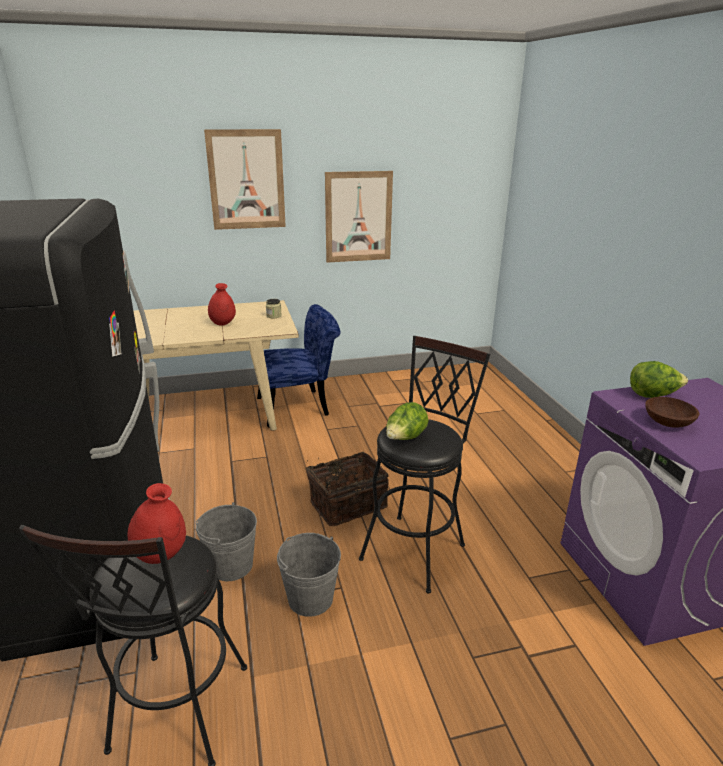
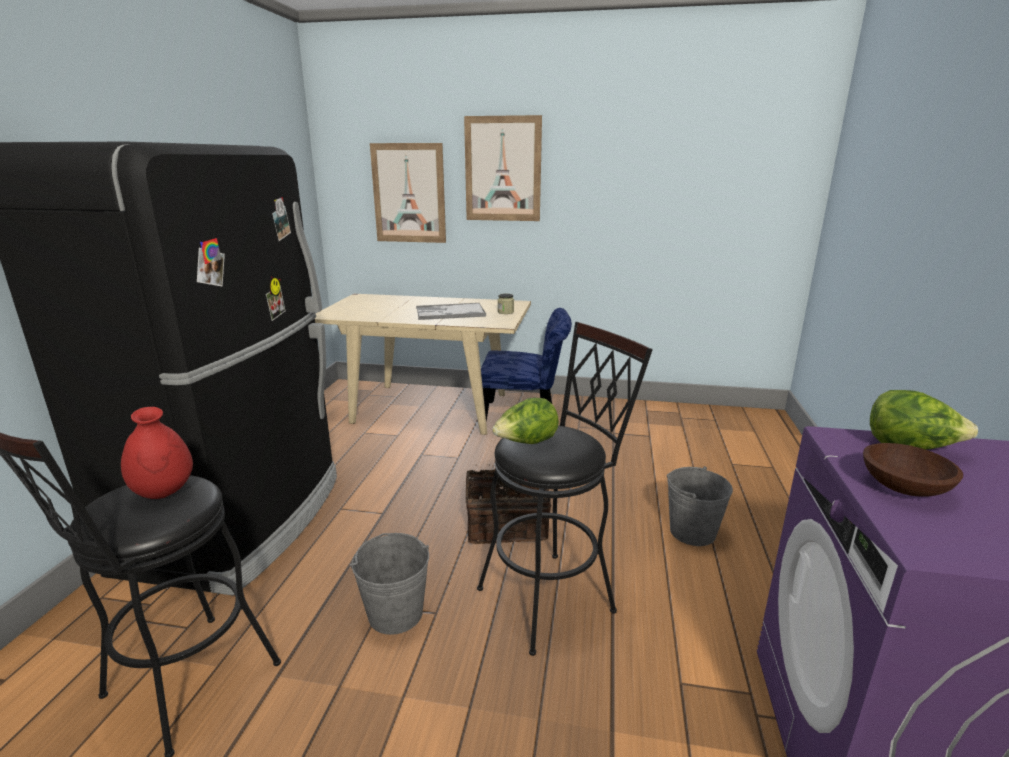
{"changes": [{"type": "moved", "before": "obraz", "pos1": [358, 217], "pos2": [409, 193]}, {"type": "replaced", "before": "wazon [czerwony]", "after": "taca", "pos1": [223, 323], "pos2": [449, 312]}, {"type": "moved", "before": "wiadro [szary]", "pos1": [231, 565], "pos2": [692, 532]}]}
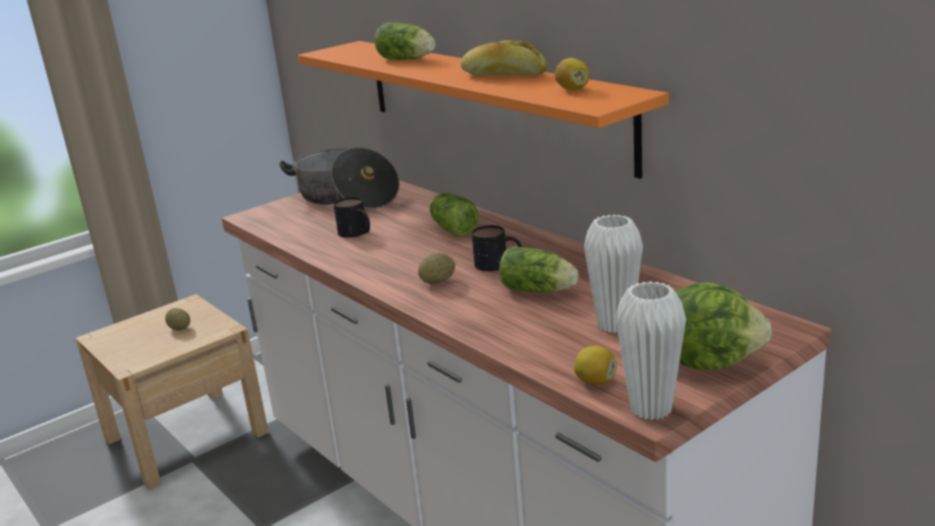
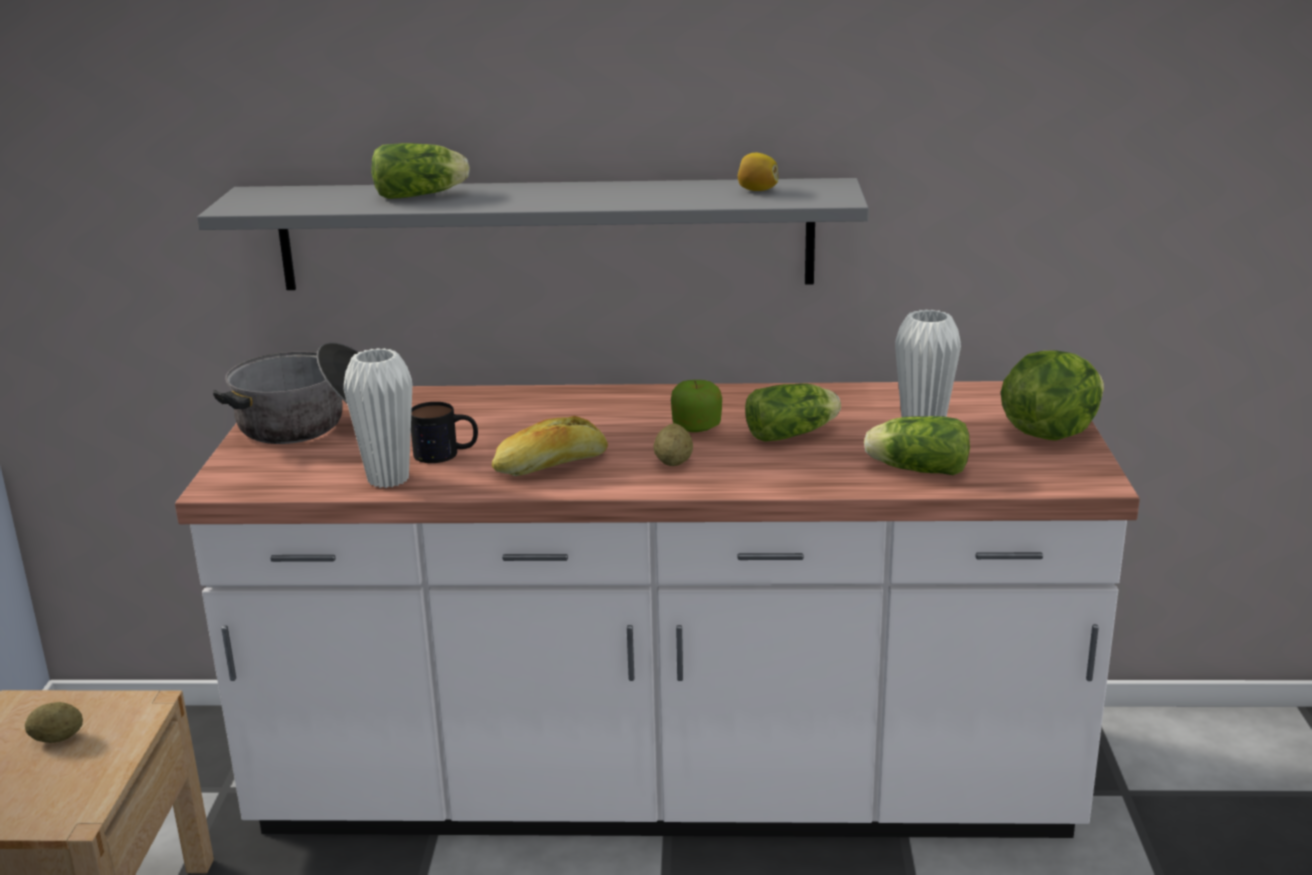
{"changes": [{"type": "recoloured", "before": "półka [pomarańczowy]", "after": "półka [szary]", "pos1": [489, 101], "pos2": [545, 234]}, {"type": "moved", "before": "wazon [biały]", "pos1": [651, 409], "pos2": [388, 479]}, {"type": "moved", "before": "chleb", "pos1": [503, 75], "pos2": [551, 465]}, {"type": "replaced", "before": "kubek", "after": "jabłko", "pos1": [498, 265], "pos2": [696, 427]}, {"type": "moved", "before": "sałata", "pos1": [452, 228], "pos2": [915, 469]}, {"type": "removed", "before": "cytryna", "pos1": [595, 381]}]}
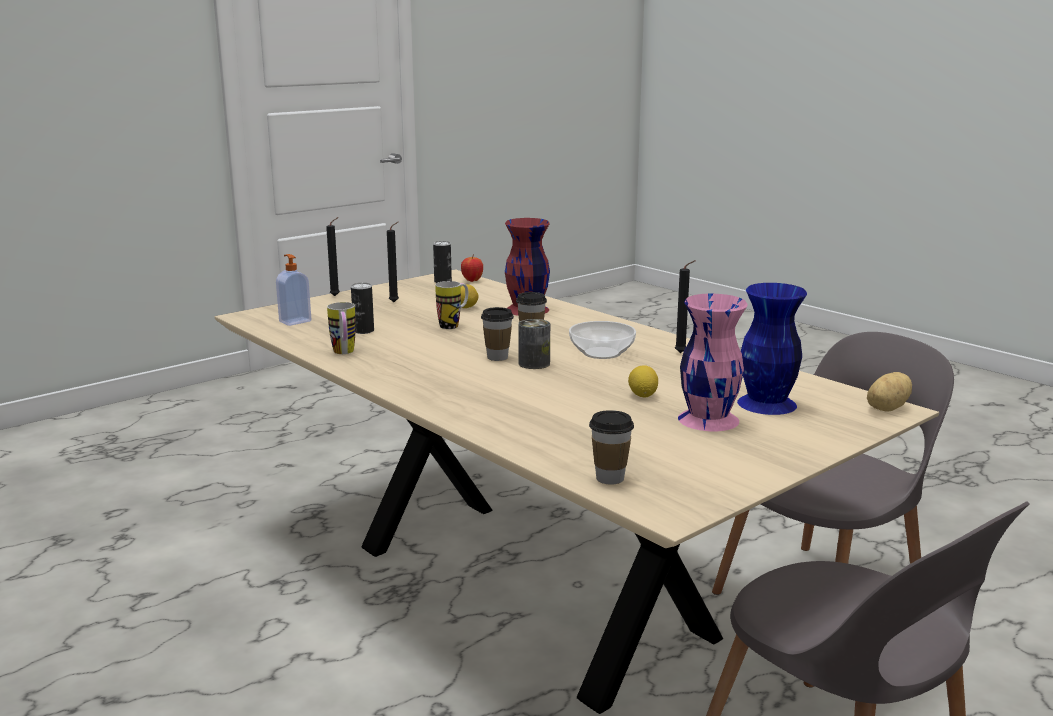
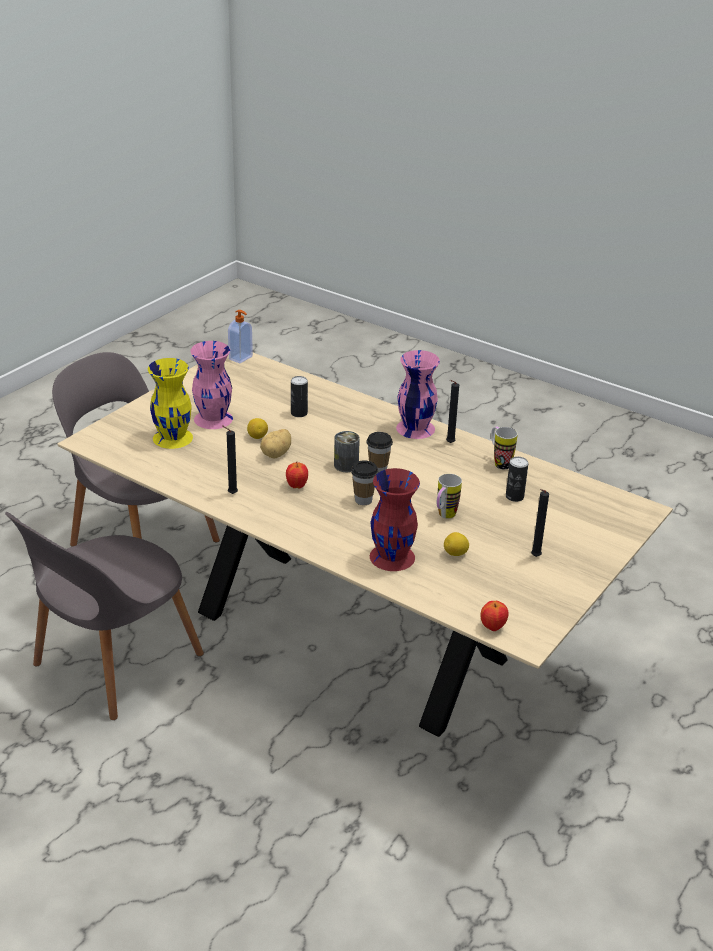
{"changes": [{"type": "recoloured", "before": "wazon [niebieski]", "after": "wazon [żółty]", "pos1": [766, 404], "pos2": [173, 437]}, {"type": "moved", "before": "dozownik mydła", "pos1": [294, 321], "pos2": [241, 358]}, {"type": "moved", "before": "ziemniak", "pos1": [885, 408], "pos2": [277, 454]}, {"type": "replaced", "before": "miska", "after": "jabłko", "pos1": [602, 353], "pos2": [297, 486]}, {"type": "moved", "before": "puszka", "pos1": [443, 282], "pos2": [299, 413]}, {"type": "added", "after": "wazon [różowy]", "pos2": [414, 428]}, {"type": "moved", "before": "świeca [czarny]", "pos1": [336, 296], "pos2": [449, 443]}, {"type": "removed", "before": "filiżanka", "pos1": [610, 478]}]}
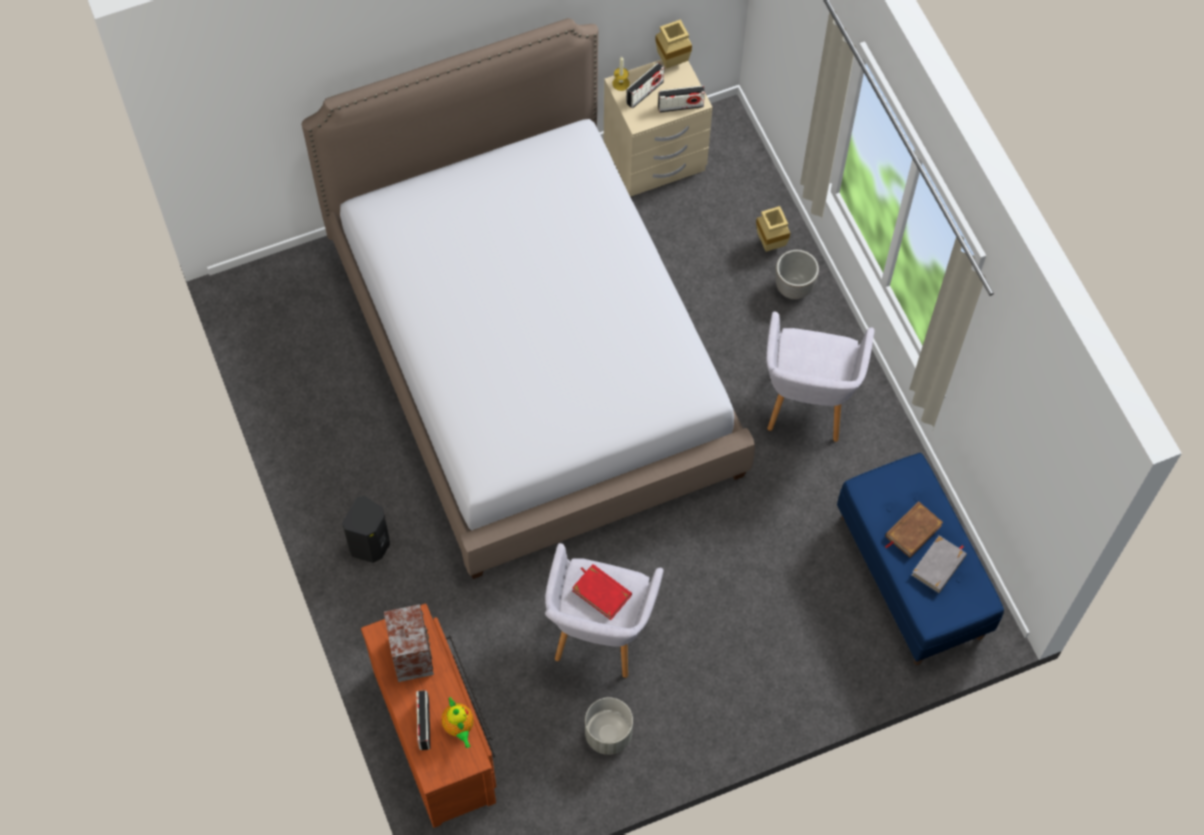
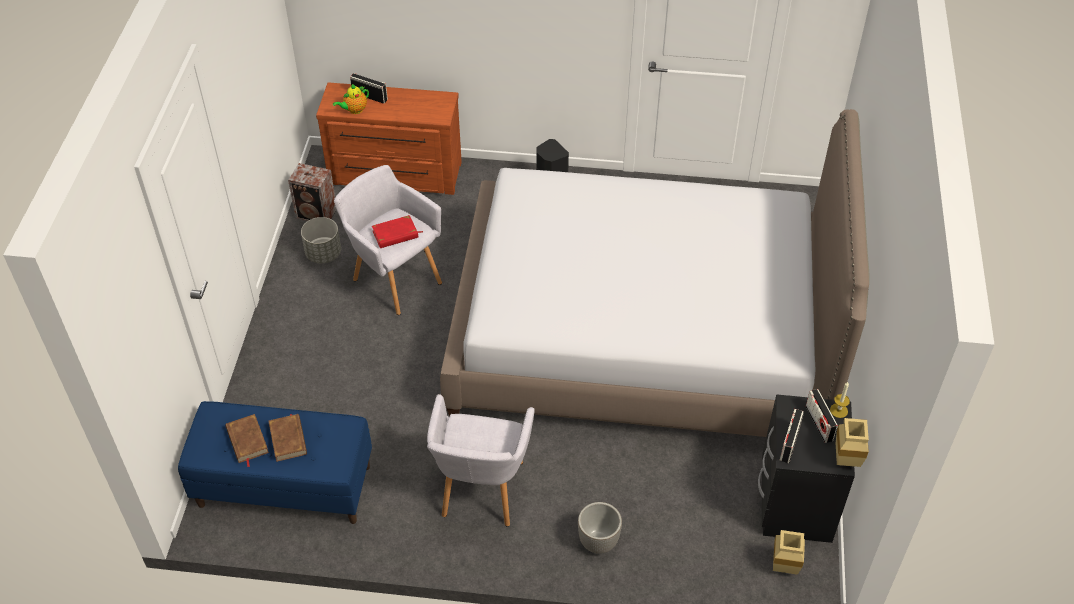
{"changes": [{"type": "recoloured", "before": "książka [szary]", "after": "książka [brązowy]", "pos1": [939, 566], "pos2": [247, 441]}, {"type": "moved", "before": "głośnik", "pos1": [412, 654], "pos2": [317, 214]}, {"type": "turned", "before": "imbryk", "pos1": [459, 727], "pos2": [354, 110], "turn": -45}, {"type": "turned", "before": "fotel [szary]", "pos1": [806, 405], "pos2": [481, 492], "turn": -120}, {"type": "recoloured", "before": "szafka nocna [beżowy]", "after": "szafka nocna [czarny]", "pos1": [655, 160], "pos2": [794, 502]}, {"type": "moved", "before": "wazon [beżowy]", "pos1": [772, 245], "pos2": [782, 568]}]}
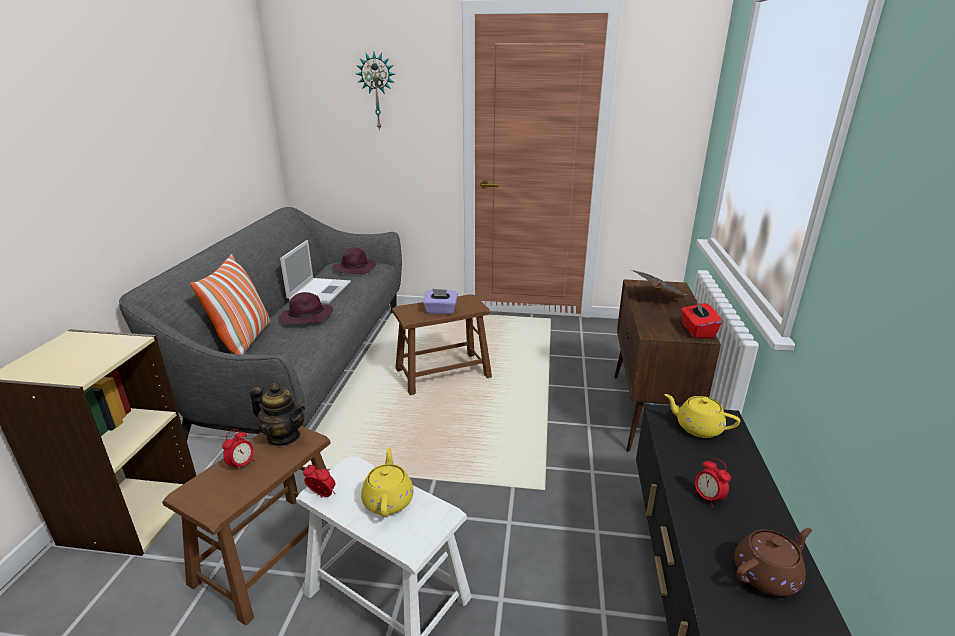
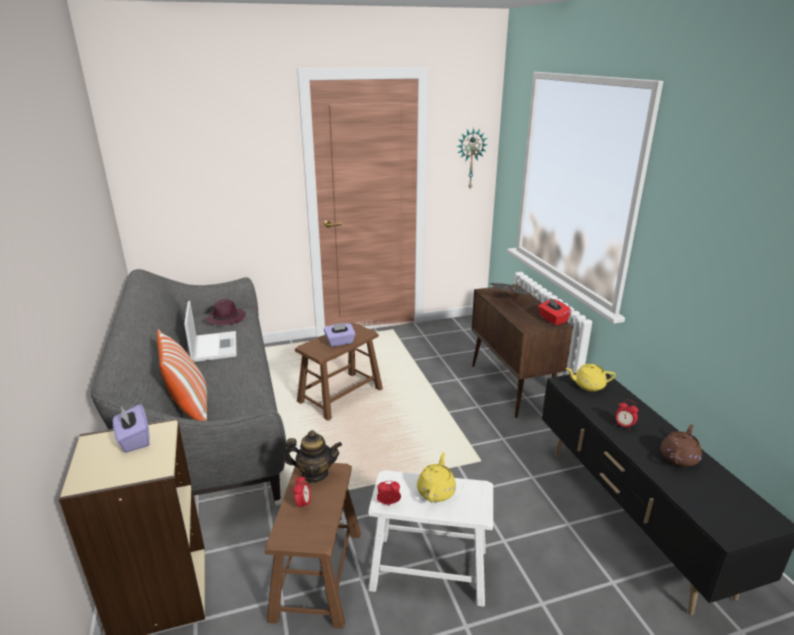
{"changes": [{"type": "added", "after": "pudełko chusteczek [fioletowy]", "pos2": [134, 439]}, {"type": "turned", "before": "imbryk [żółty]", "pos1": [388, 500], "pos2": [436, 491], "turn": 45}, {"type": "moved", "before": "zegar ścienny", "pos1": [377, 91], "pos2": [470, 159]}, {"type": "removed", "before": "kapelusz [fioletowy]", "pos1": [306, 318]}]}
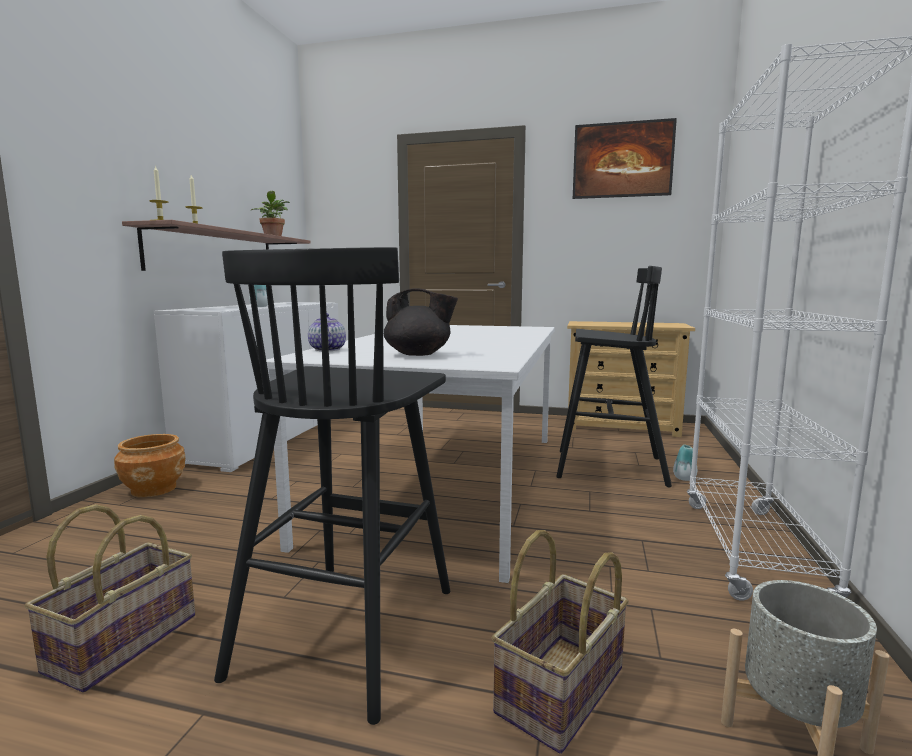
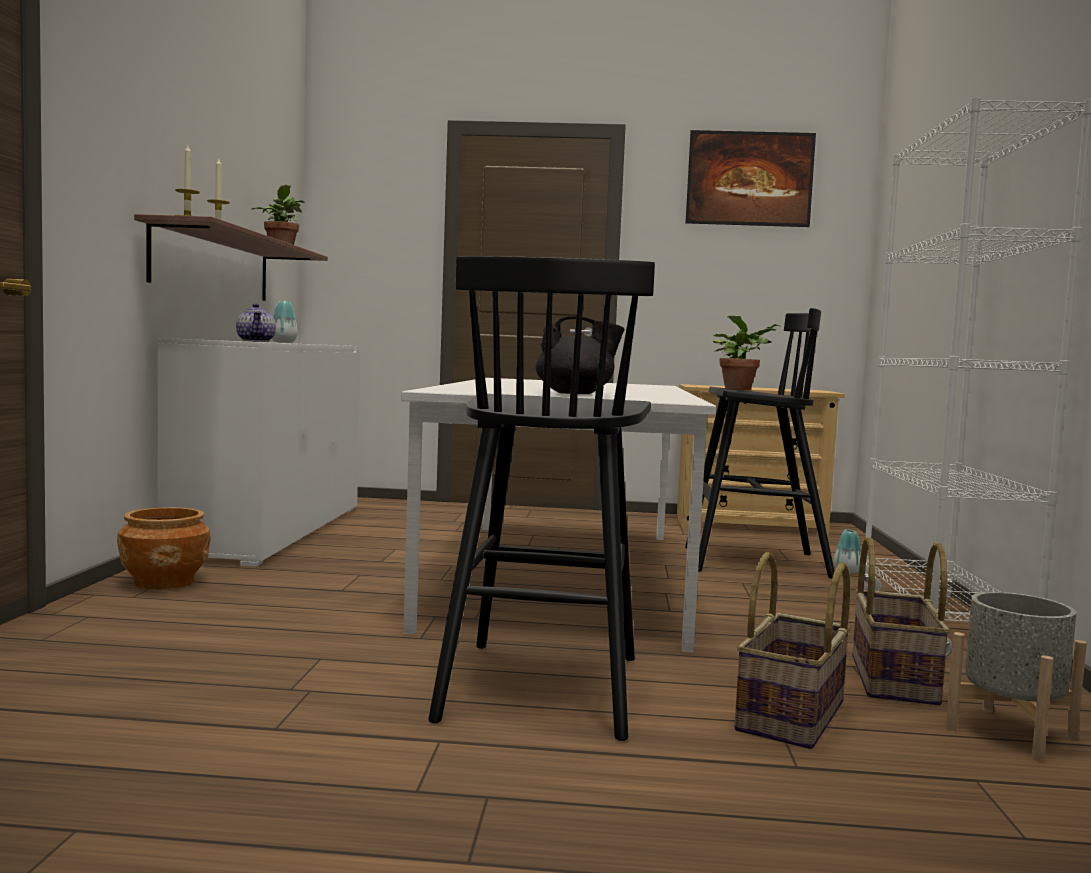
{"changes": [{"type": "moved", "before": "imbryk", "pos1": [328, 350], "pos2": [257, 341]}, {"type": "added", "after": "roślina doniczkowa", "pos2": [740, 389]}, {"type": "moved", "before": "koszyk", "pos1": [122, 641], "pos2": [891, 679]}]}
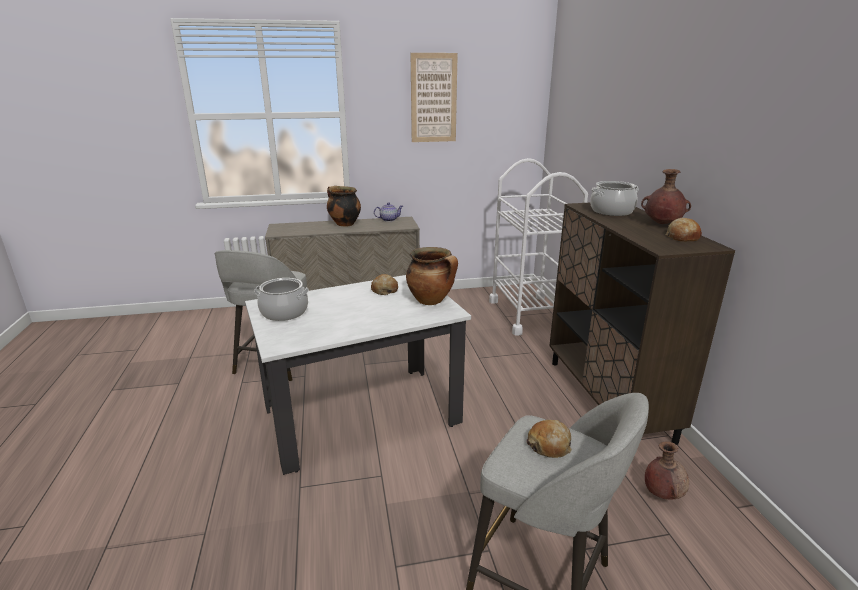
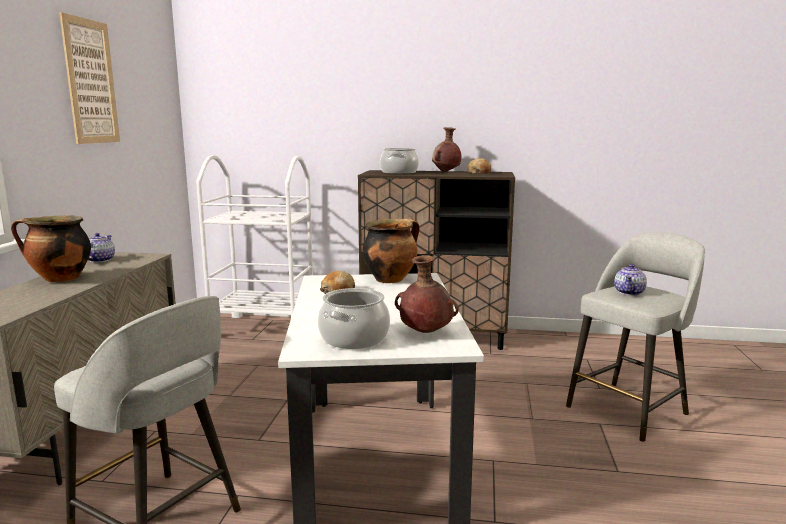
{"changes": [{"type": "moved", "before": "wazon [brązowy]", "pos1": [662, 493], "pos2": [425, 333]}, {"type": "replaced", "before": "chleb", "after": "imbryk", "pos1": [549, 445], "pos2": [629, 292]}]}
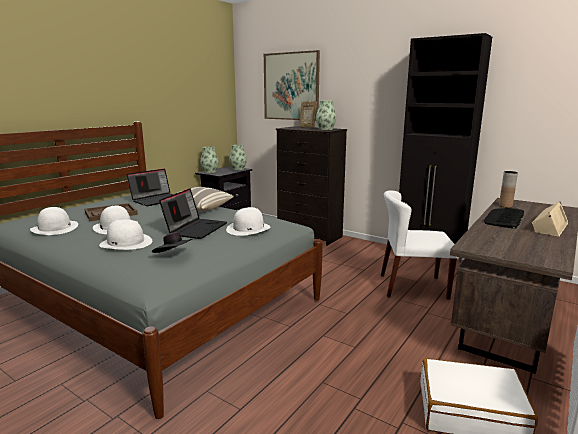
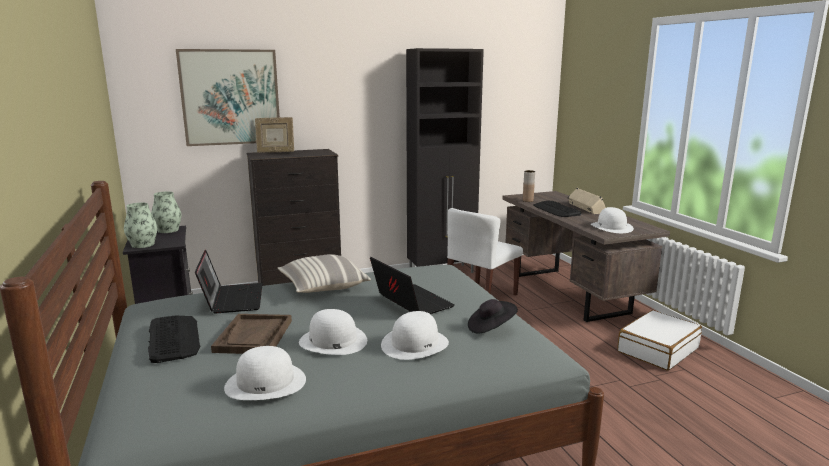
{"changes": [{"type": "added", "after": "klawiatura", "pos2": [173, 338]}, {"type": "moved", "before": "kapelusz [biały]", "pos1": [248, 228], "pos2": [612, 227]}, {"type": "removed", "before": "wazon", "pos1": [325, 129]}]}
